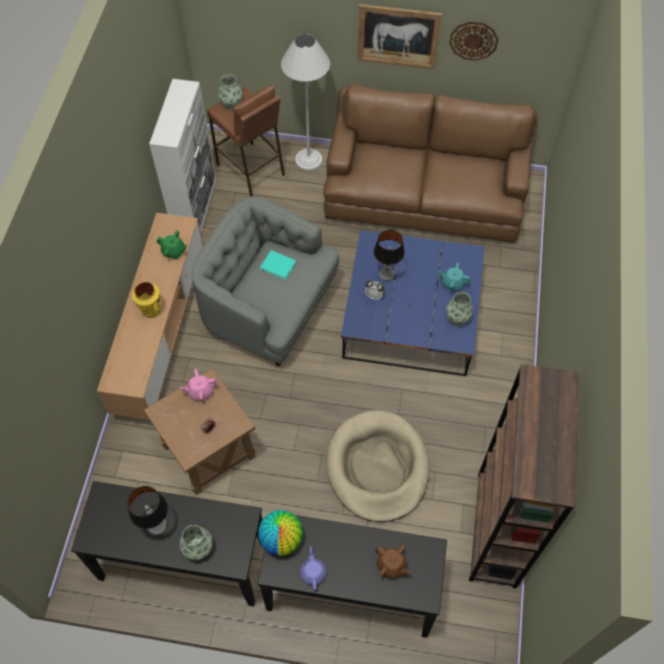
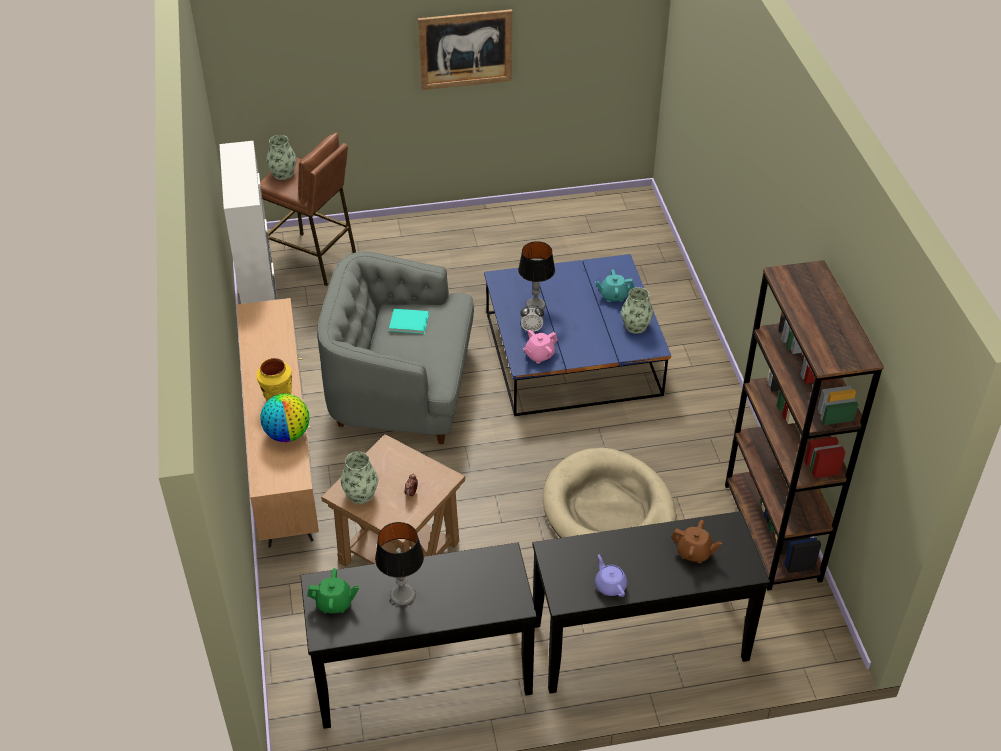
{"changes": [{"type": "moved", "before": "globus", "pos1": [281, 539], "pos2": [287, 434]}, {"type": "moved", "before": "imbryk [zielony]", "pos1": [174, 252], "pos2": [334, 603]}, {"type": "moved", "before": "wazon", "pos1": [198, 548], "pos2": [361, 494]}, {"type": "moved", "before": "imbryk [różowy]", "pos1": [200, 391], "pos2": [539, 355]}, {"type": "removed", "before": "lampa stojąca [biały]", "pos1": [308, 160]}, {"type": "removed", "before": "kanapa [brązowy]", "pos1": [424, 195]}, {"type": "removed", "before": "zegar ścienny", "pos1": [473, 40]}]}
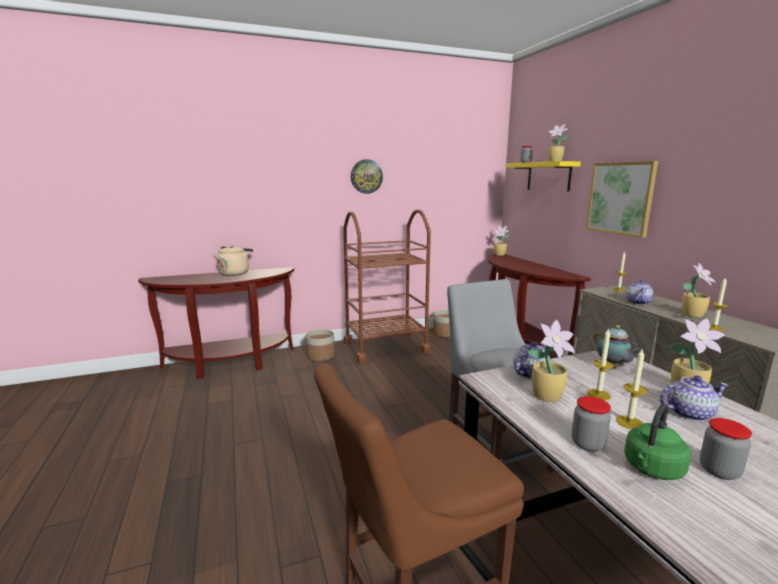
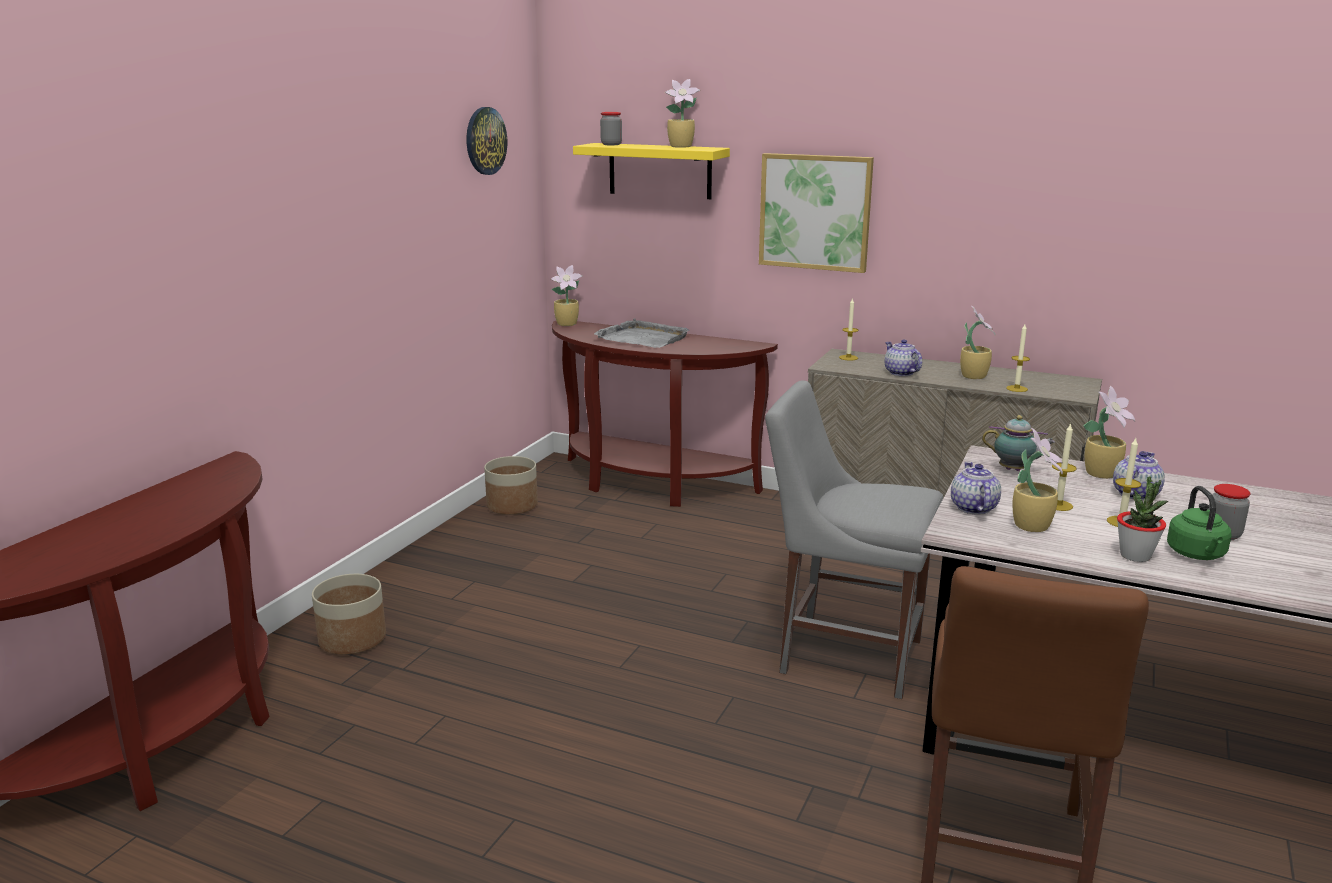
{"changes": [{"type": "moved", "before": "zegar ścienny", "pos1": [366, 176], "pos2": [485, 141]}, {"type": "added", "after": "taca [szary]", "pos2": [643, 338]}, {"type": "replaced", "before": "słoik", "after": "roślina doniczkowa", "pos1": [587, 444], "pos2": [1135, 556]}, {"type": "removed", "before": "czajnik [beżowy]", "pos1": [235, 273]}, {"type": "removed", "before": "wózek [brązowy]", "pos1": [385, 347]}]}
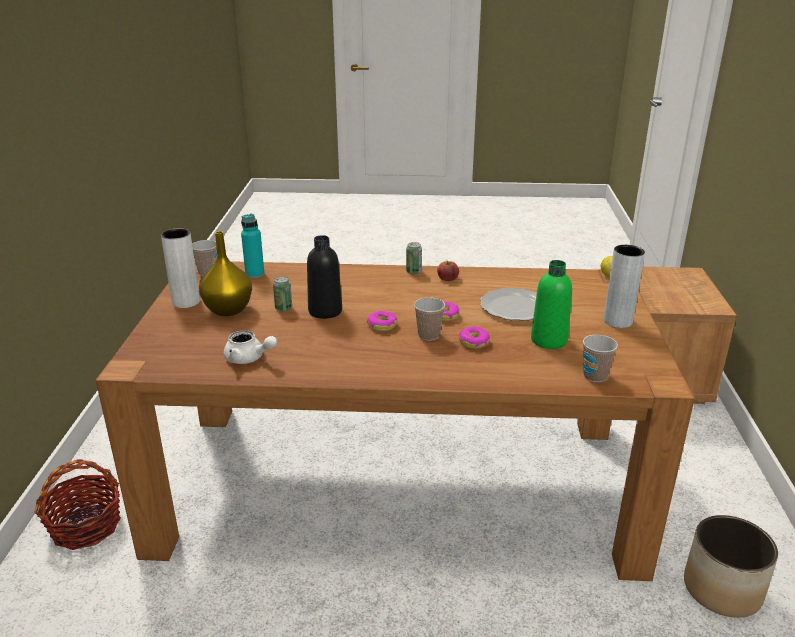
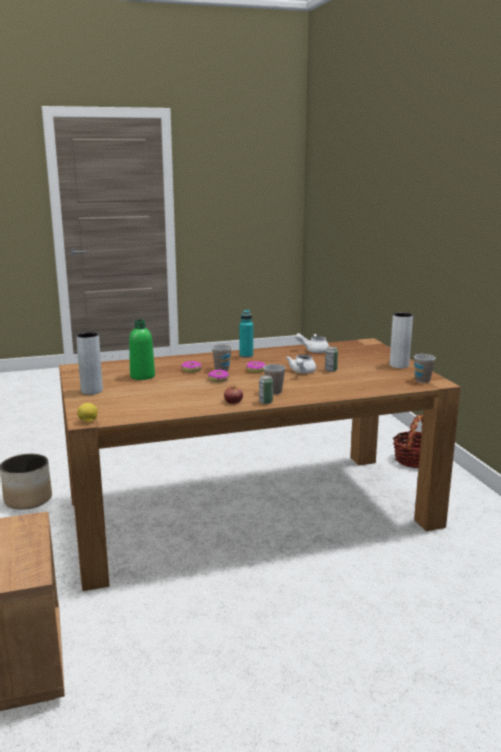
{"changes": [{"type": "moved", "before": "butelka [turkusowy]", "pos1": [255, 274], "pos2": [246, 356]}, {"type": "moved", "before": "filiżanka", "pos1": [595, 376], "pos2": [274, 392]}, {"type": "replaced", "before": "butelka [czarny]", "after": "imbryk [biały]", "pos1": [325, 311], "pos2": [301, 372]}, {"type": "removed", "before": "wazon [żółty]", "pos1": [228, 309]}, {"type": "removed", "before": "talerz", "pos1": [513, 307]}]}
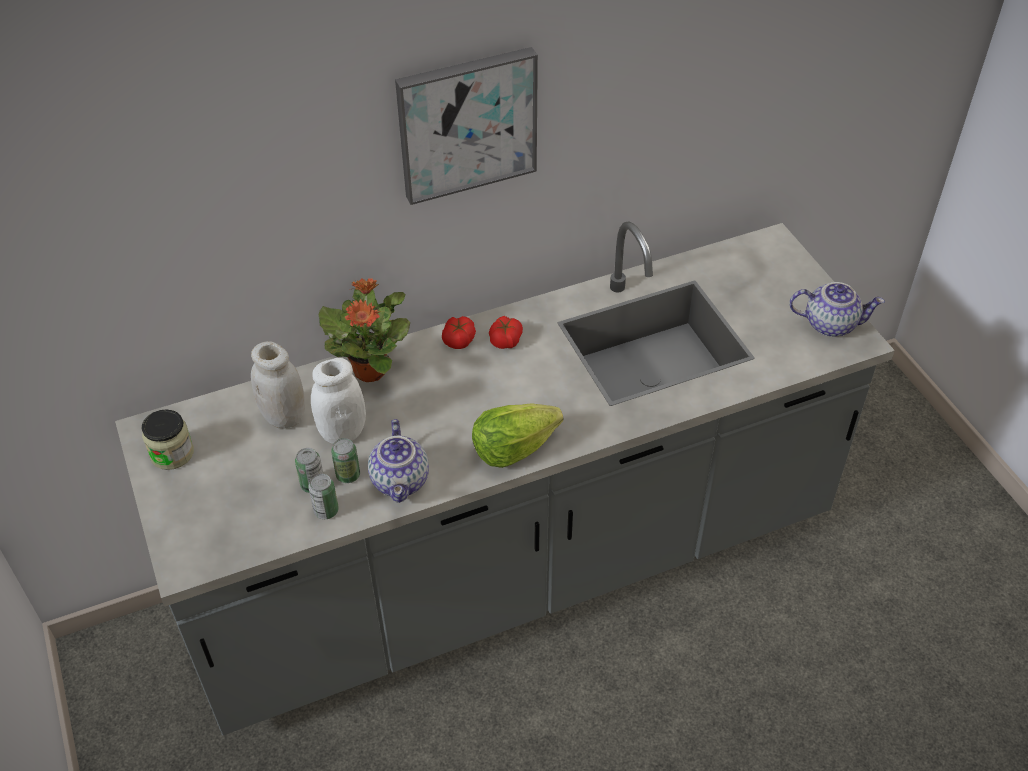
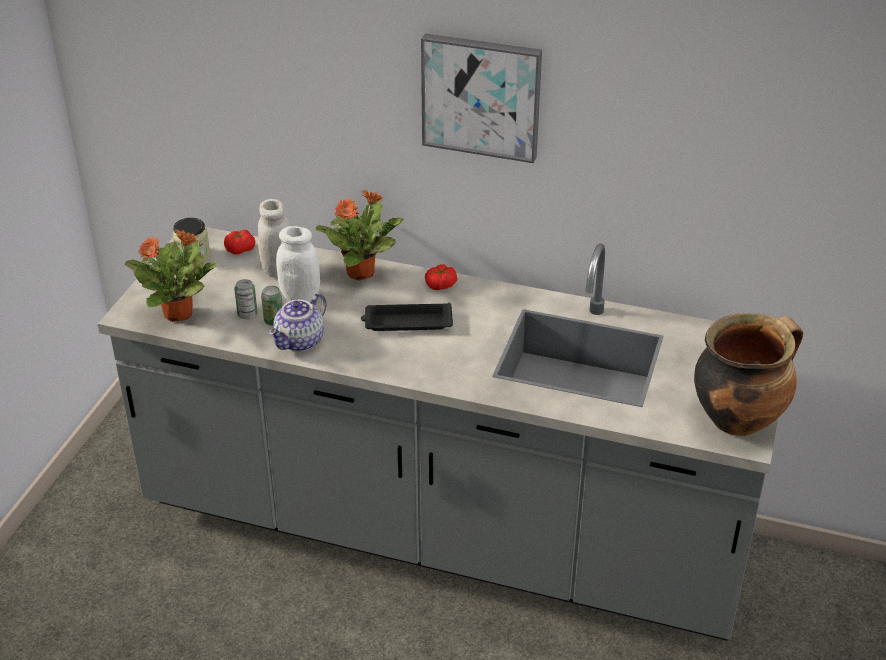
{"changes": [{"type": "added", "after": "roślina doniczkowa", "pos2": [179, 313]}, {"type": "moved", "before": "pomidor", "pos1": [505, 340], "pos2": [240, 249]}, {"type": "added", "after": "taca [czarny]", "pos2": [406, 322]}, {"type": "replaced", "before": "imbryk", "after": "garnek", "pos1": [831, 323], "pos2": [738, 418]}, {"type": "removed", "before": "puszka", "pos1": [326, 510]}, {"type": "removed", "before": "sałata", "pos1": [513, 449]}]}
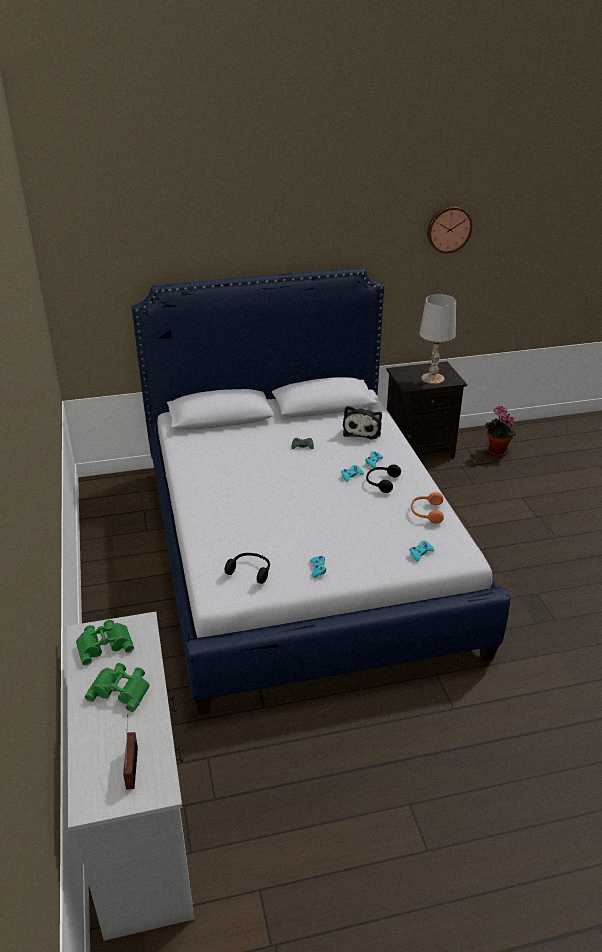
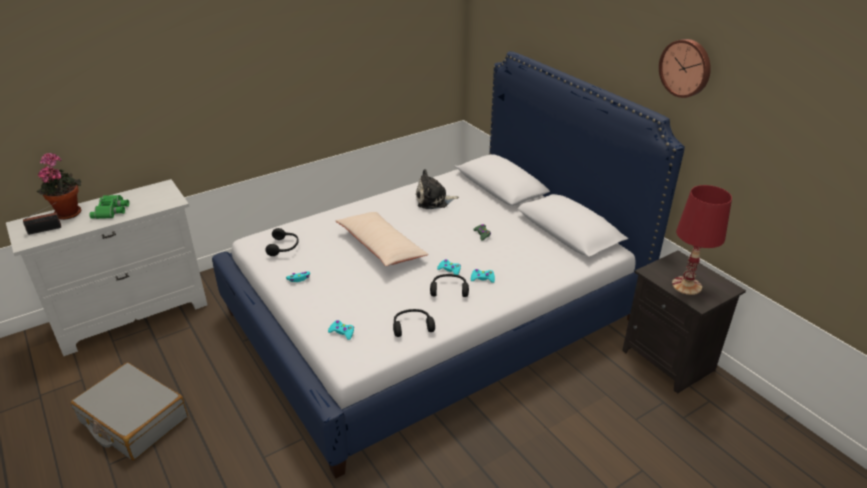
{"changes": [{"type": "moved", "before": "roślina doniczkowa", "pos1": [495, 452], "pos2": [68, 212]}, {"type": "added", "after": "walizka [szary]", "pos2": [133, 420]}, {"type": "added", "after": "poduszka [beżowy]", "pos2": [381, 247]}, {"type": "recoloured", "before": "słuchawki [pomarańczowy]", "after": "słuchawki [czarny]", "pos1": [426, 512], "pos2": [412, 326]}, {"type": "moved", "before": "pluszak", "pos1": [362, 430], "pos2": [434, 200]}, {"type": "moved", "before": "zegar ścienny", "pos1": [448, 229], "pos2": [686, 68]}, {"type": "recoloured", "before": "lampa stołowa [biały]", "after": "lampa stołowa [czerwony]", "pos1": [432, 378], "pos2": [686, 285]}, {"type": "removed", "before": "lornetka [zielony]", "pos1": [104, 644]}]}
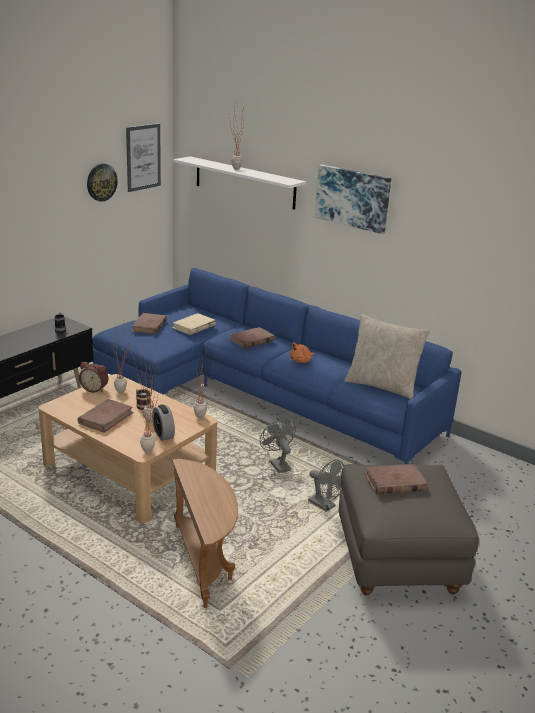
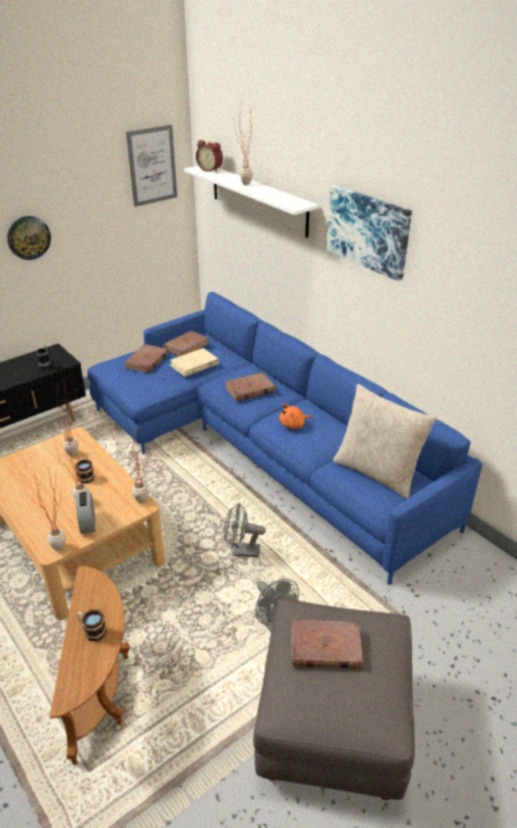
{"changes": [{"type": "moved", "before": "zegar ścienny", "pos1": [101, 182], "pos2": [28, 237]}, {"type": "added", "after": "kubek", "pos2": [92, 631]}, {"type": "moved", "before": "książka [brązowy]", "pos1": [106, 418], "pos2": [187, 346]}, {"type": "moved", "before": "budzik", "pos1": [95, 389], "pos2": [210, 169]}, {"type": "turned", "before": "wentylator [szary]", "pos1": [277, 464], "pos2": [241, 551], "turn": -75}]}
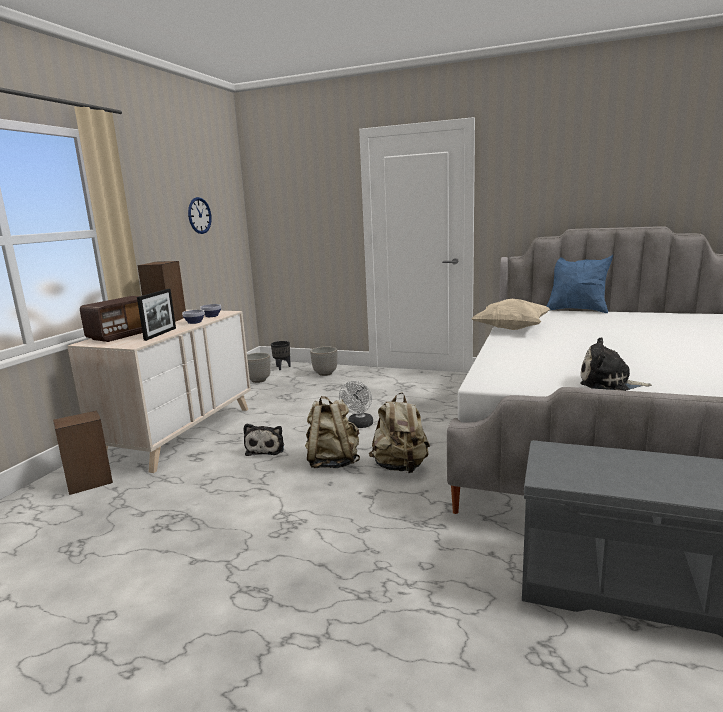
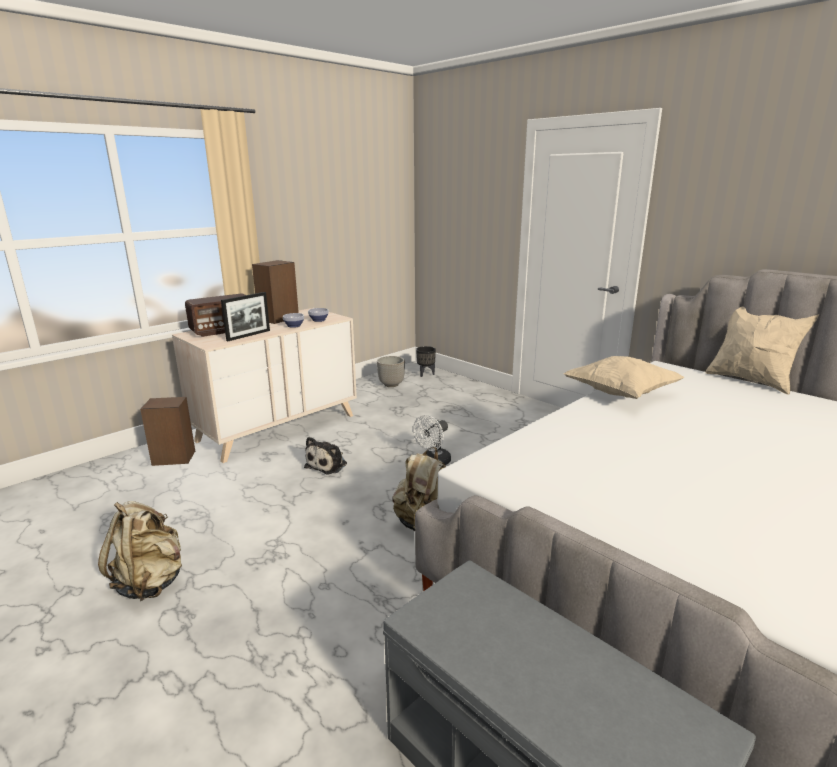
{"changes": [{"type": "moved", "before": "plecak [beżowy]", "pos1": [333, 462], "pos2": [150, 582]}, {"type": "recoloured", "before": "poduszka [niebieski]", "after": "poduszka [beżowy]", "pos1": [577, 310], "pos2": [750, 380]}, {"type": "removed", "before": "zegar ścienny", "pos1": [199, 215]}, {"type": "removed", "before": "donica", "pos1": [325, 374]}, {"type": "removed", "before": "pluszak", "pos1": [608, 383]}]}
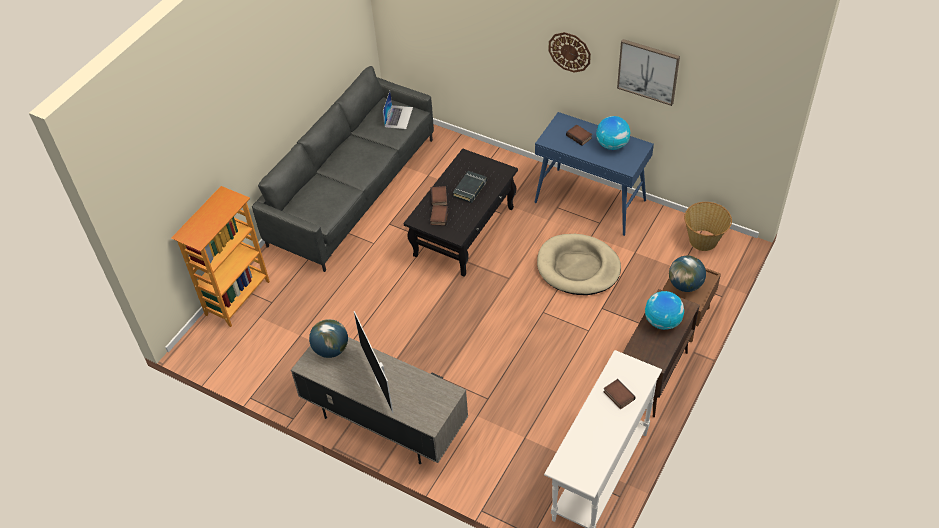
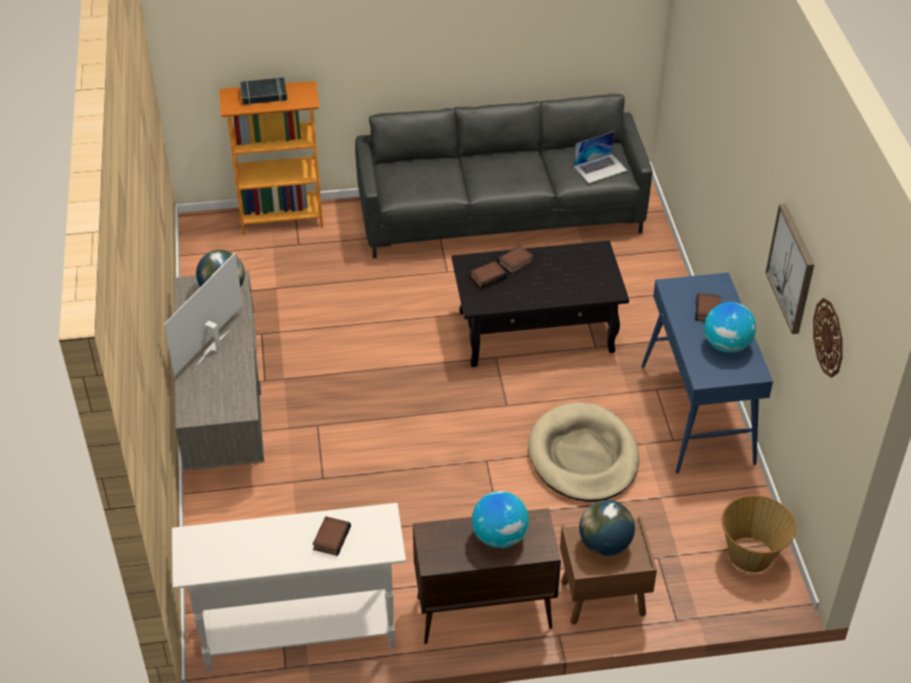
{"changes": [{"type": "moved", "before": "książka [czarny]", "pos1": [470, 189], "pos2": [263, 95]}, {"type": "moved", "before": "zegar ścienny", "pos1": [569, 52], "pos2": [829, 337]}]}
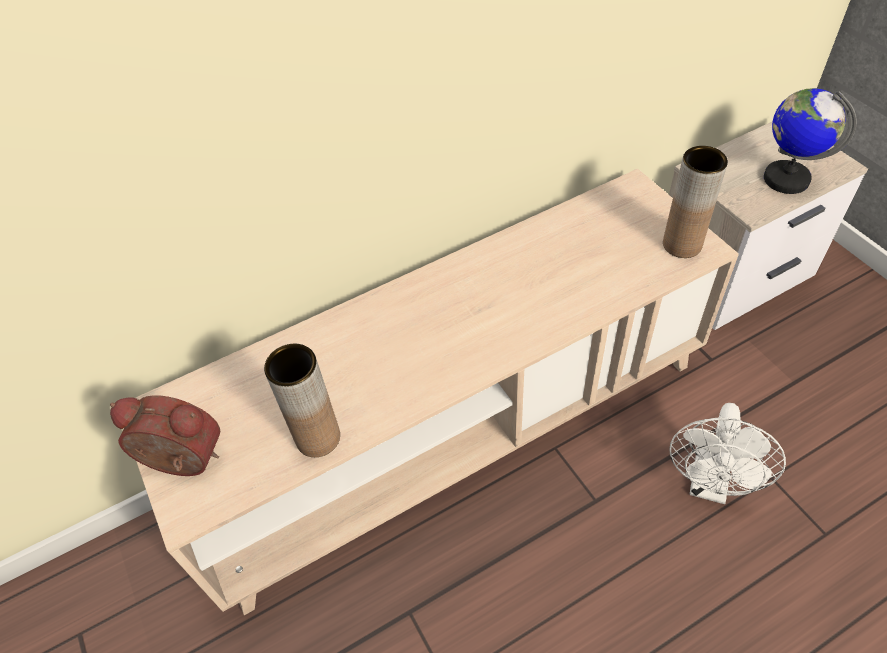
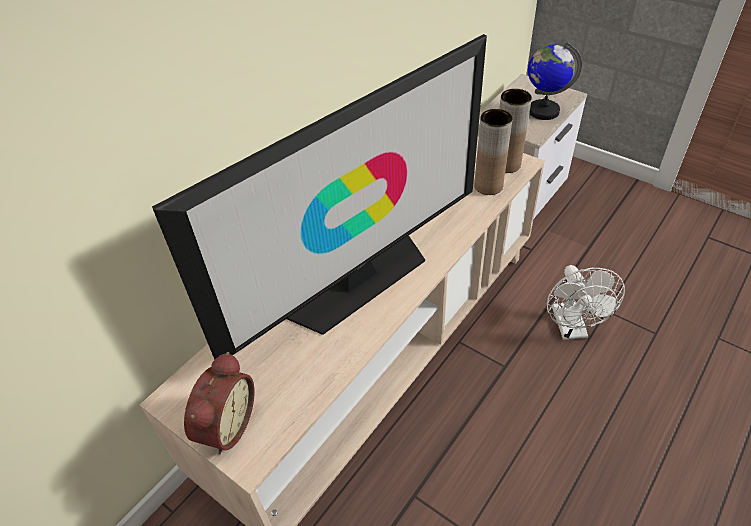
{"changes": [{"type": "added", "after": "telewizor", "pos2": [357, 280]}, {"type": "turned", "before": "budzik", "pos1": [182, 463], "pos2": [224, 425], "turn": 120}, {"type": "moved", "before": "wazon [brązowy]", "pos1": [318, 437], "pos2": [488, 186]}]}
